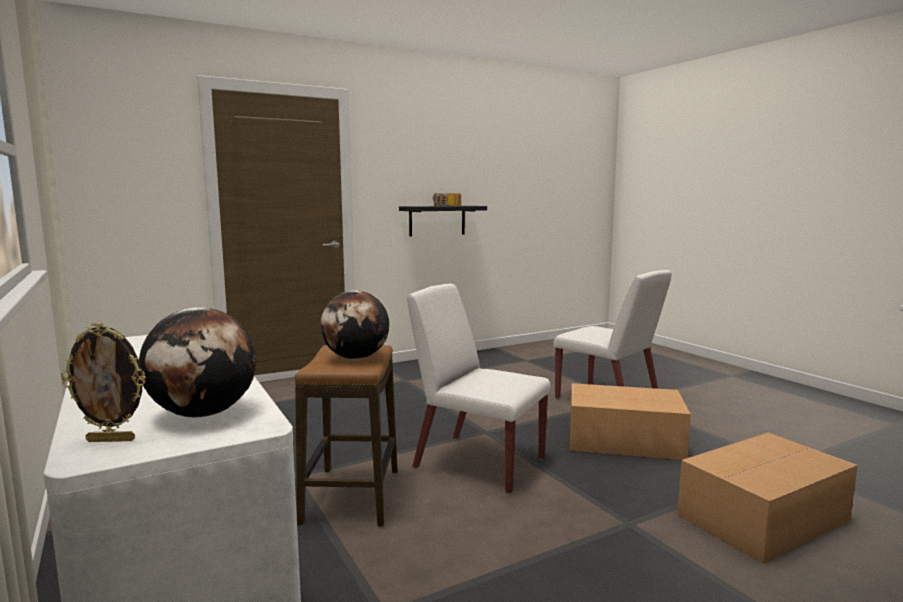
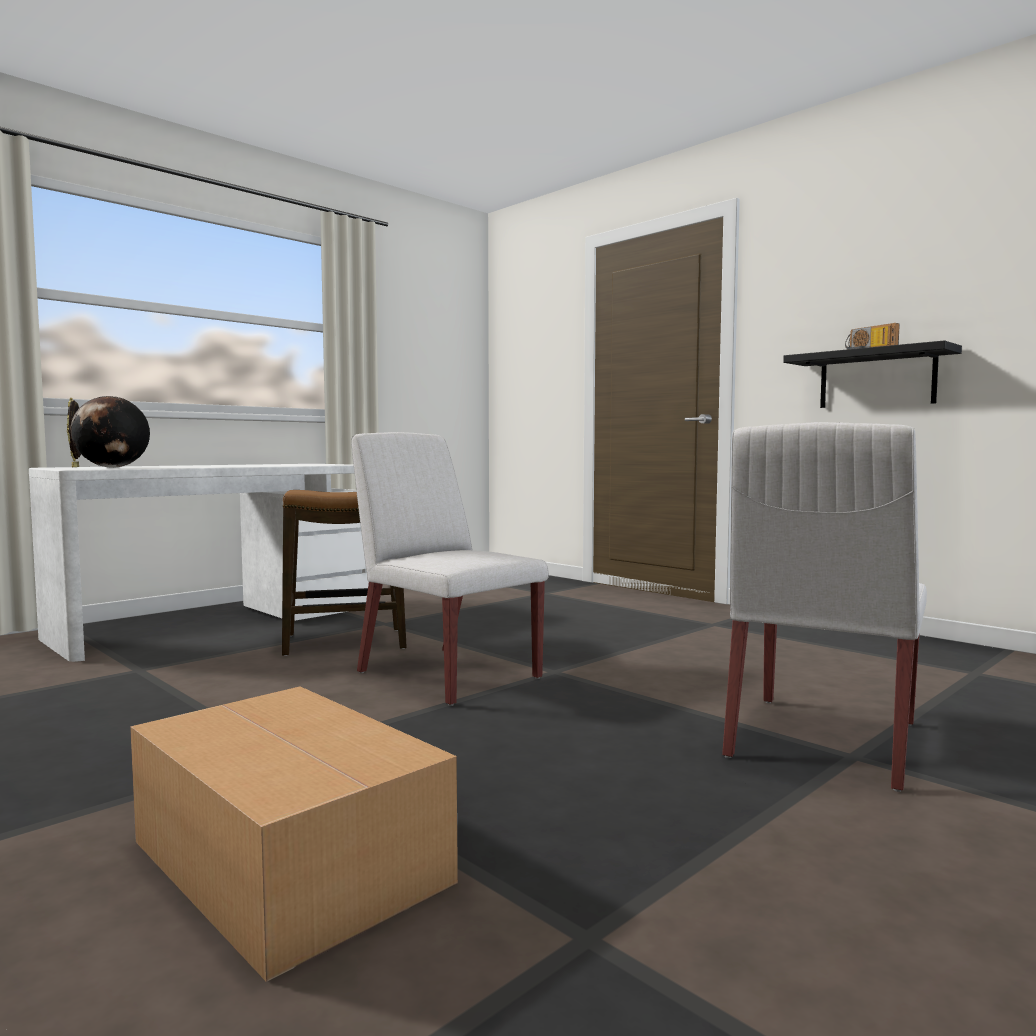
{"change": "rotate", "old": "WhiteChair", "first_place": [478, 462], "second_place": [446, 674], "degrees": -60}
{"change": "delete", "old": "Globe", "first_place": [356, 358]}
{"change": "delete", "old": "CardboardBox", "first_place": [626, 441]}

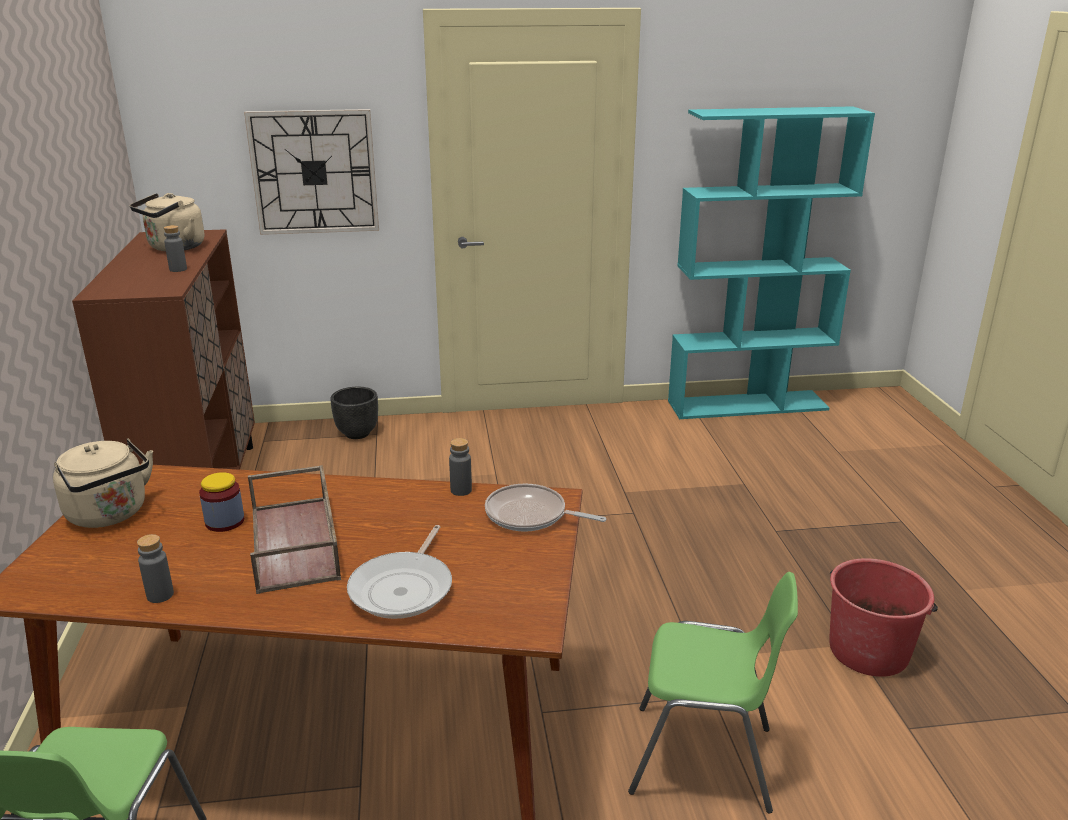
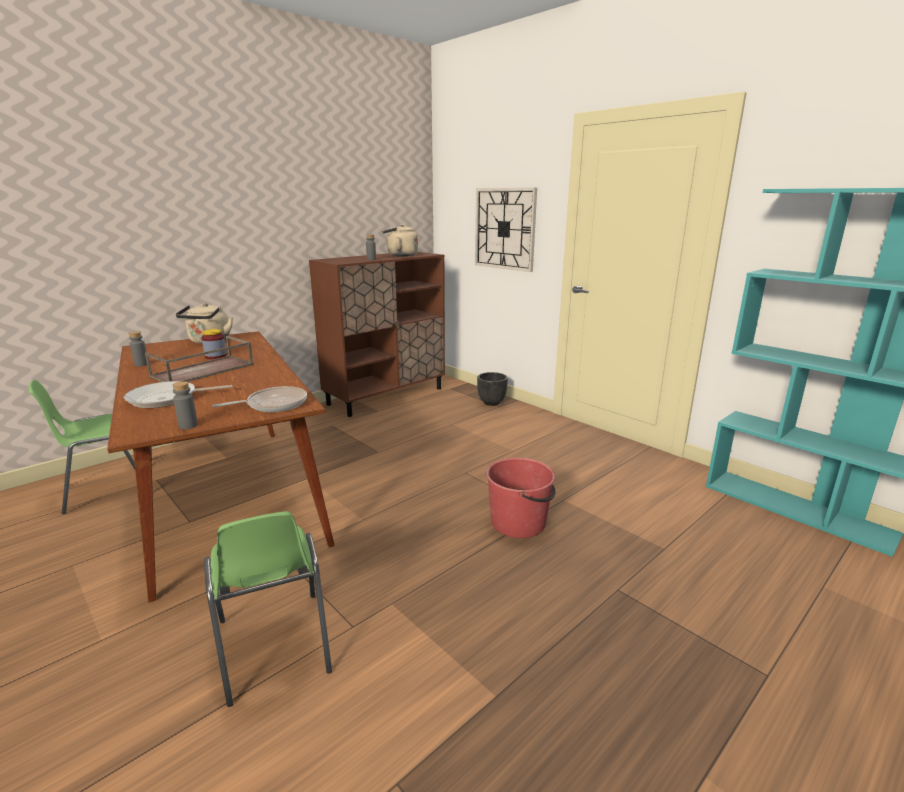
{"change": "move", "old": "GreyBottle", "first_place": [461, 490], "second_place": [188, 426]}
{"change": "rotate", "old": "FryingPan", "first_place": [530, 515], "second_place": [273, 404], "degrees": 75}
{"change": "move", "old": "RedBucket", "first_place": [868, 650], "second_place": [519, 522]}

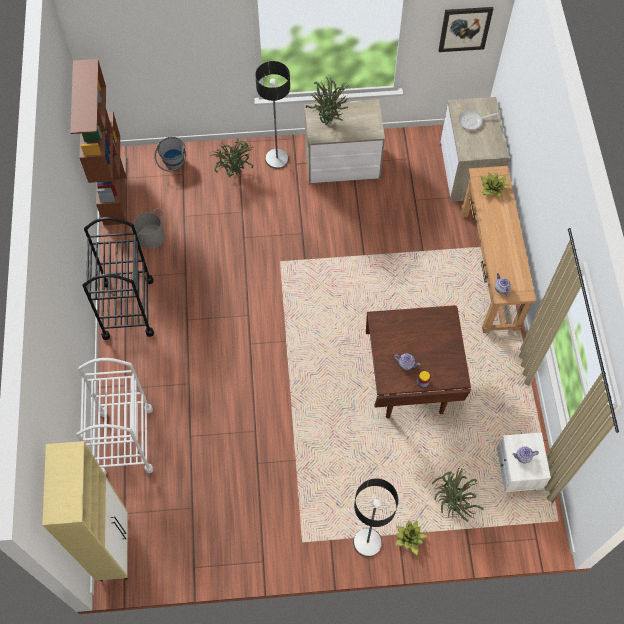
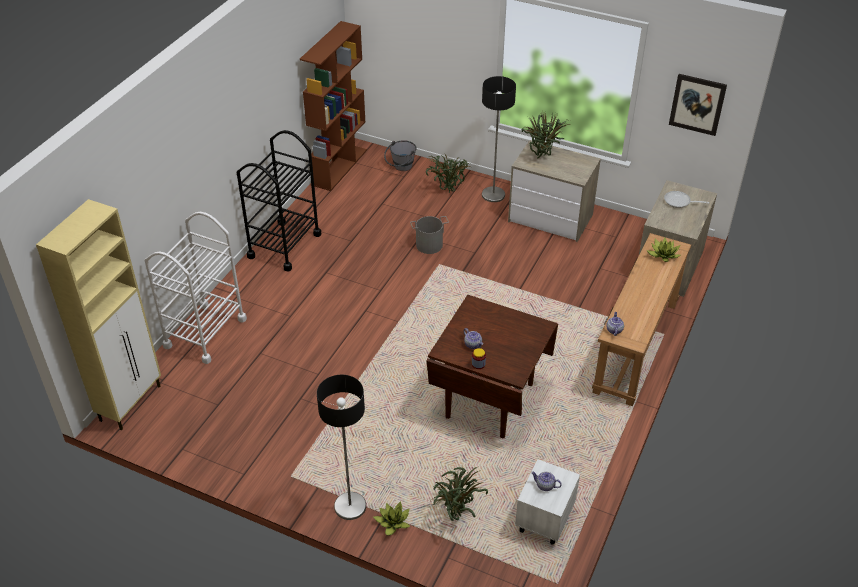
{"change": "move", "old": "GreyBucket", "first_place": [151, 237], "second_place": [429, 245]}

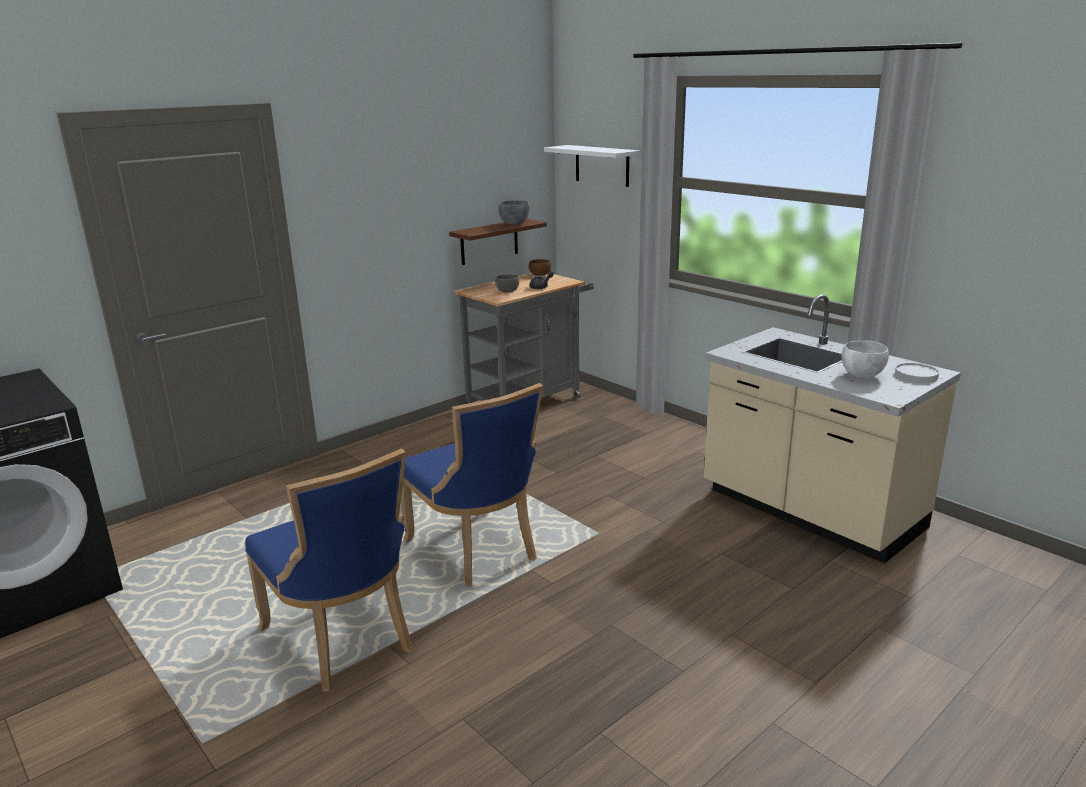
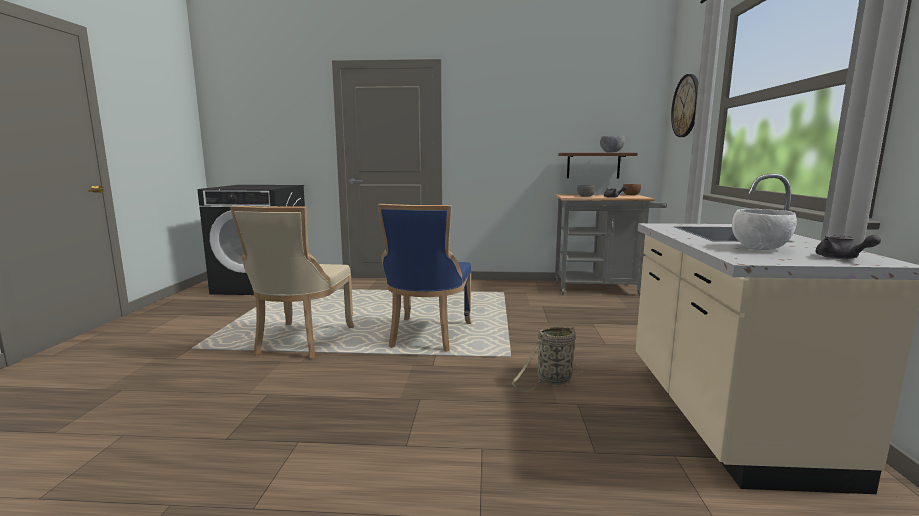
{"change": "recolor", "old": "BlueChair", "new": "BeigeChair", "first_place": [343, 640], "second_place": [301, 341]}
{"change": "insert", "new": "Basket", "second_place": [552, 381]}
{"change": "replace", "old": "WhiteShelf", "new": "WallClock", "first_place": [602, 165], "second_place": [686, 106]}
{"change": "replace", "old": "WhitePlate", "new": "GreyTeapot", "first_place": [916, 375], "second_place": [841, 258]}

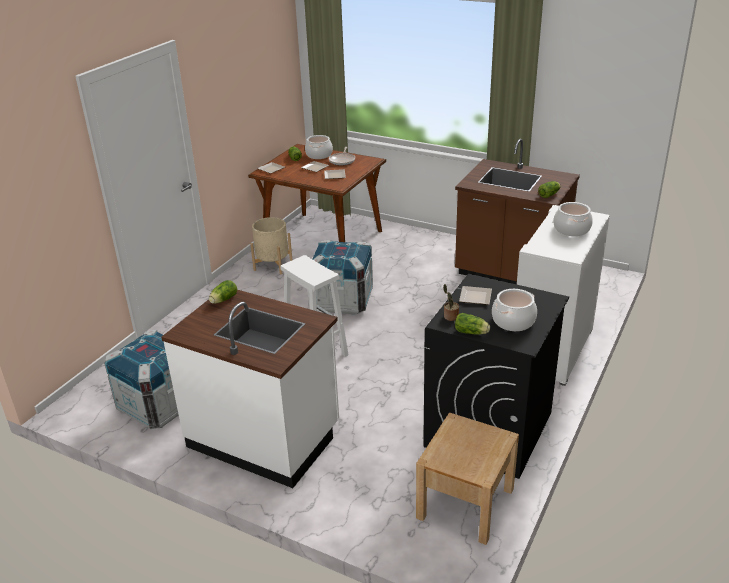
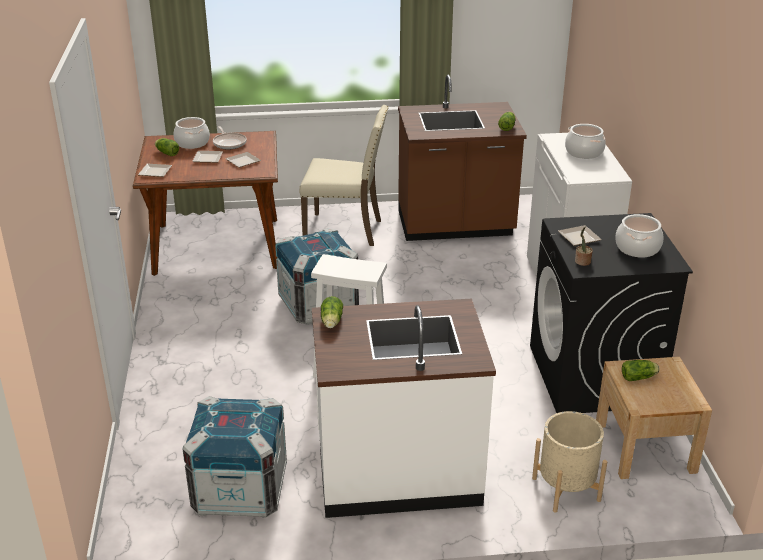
{"change": "insert", "new": "BeigeChair", "second_place": [345, 230]}
{"change": "move", "old": "BeigePlanter", "first_place": [273, 265], "second_place": [566, 489]}
{"change": "move", "old": "Lettuce", "first_place": [472, 332], "second_place": [639, 377]}

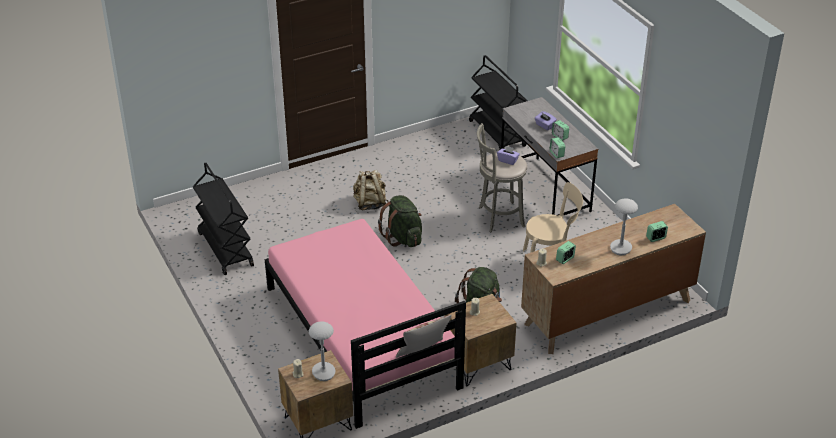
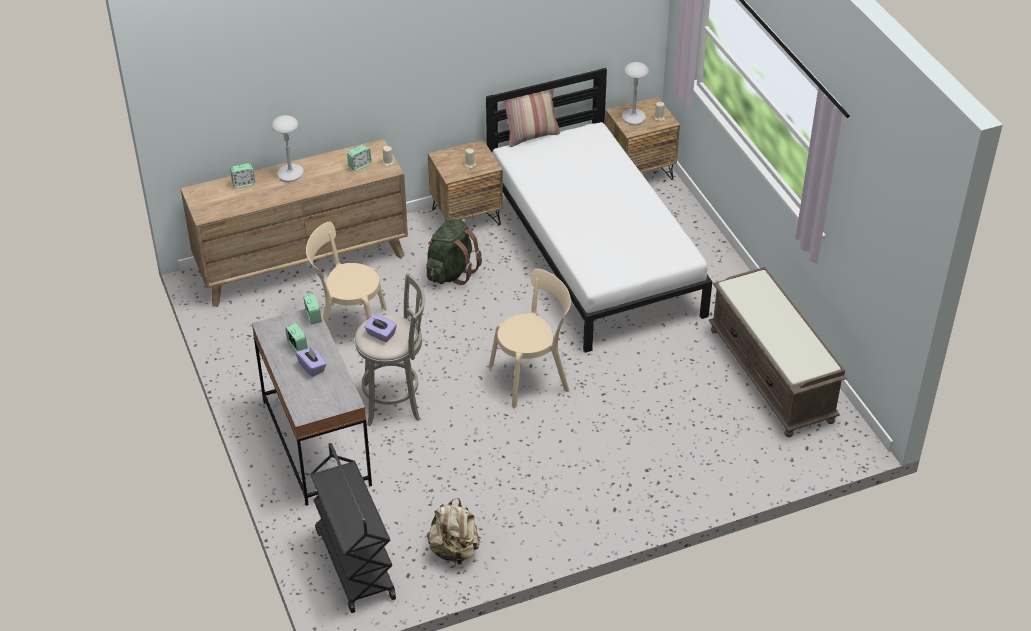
{"change": "move", "old": "BeigeBackpack", "first_place": [370, 204], "second_place": [454, 550]}
{"change": "recolor", "old": "PinkBed", "new": "WhiteBed", "first_place": [360, 336], "second_place": [593, 253]}
{"change": "replace", "old": "GreenBackpack", "new": "BeigeChair", "first_place": [403, 238], "second_place": [532, 377]}
{"change": "replace", "old": "BlackCart", "new": "BrownBench", "first_place": [225, 249], "second_place": [772, 375]}

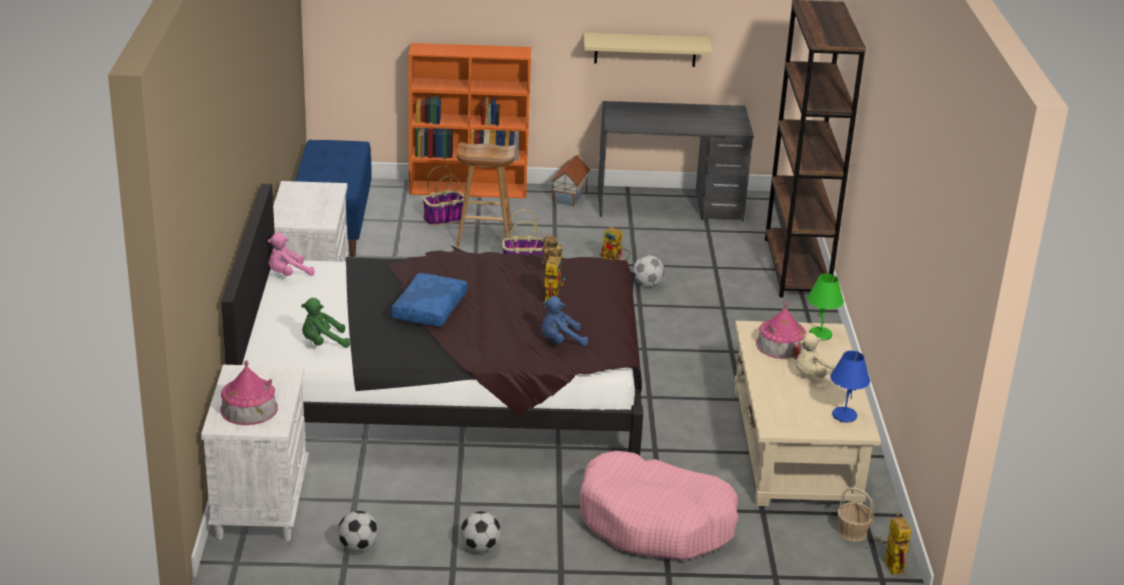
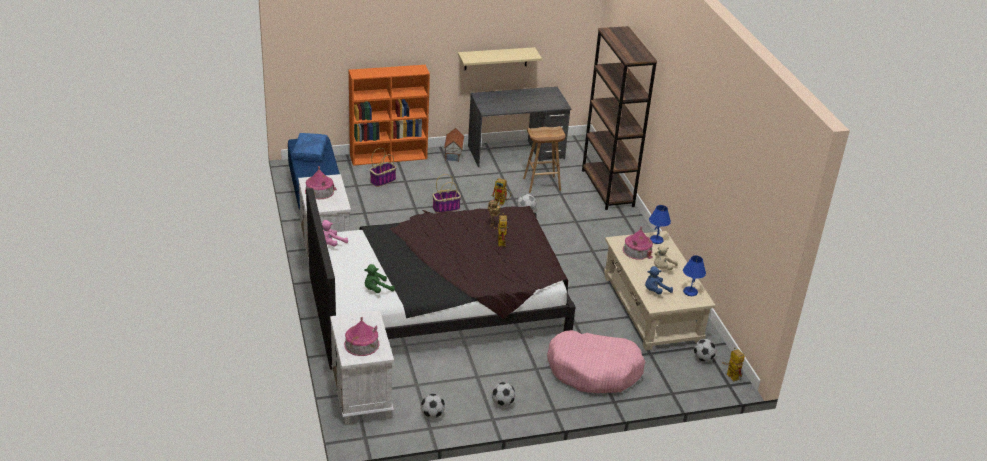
{"change": "move", "old": "BluePillow", "first_place": [428, 308], "second_place": [309, 151]}
{"change": "insert", "new": "ToyHouse", "second_place": [319, 191]}
{"change": "move", "old": "BrownStool", "first_place": [483, 238], "second_place": [541, 184]}
{"change": "move", "old": "BluePlushToy", "first_place": [560, 341], "second_place": [655, 291]}
{"change": "recolor", "old": "GreenTableLamp", "new": "BlueTableLamp", "first_place": [820, 335], "second_place": [656, 240]}
{"change": "replace", "old": "Basket", "new": "Football", "first_place": [852, 532], "second_place": [703, 358]}

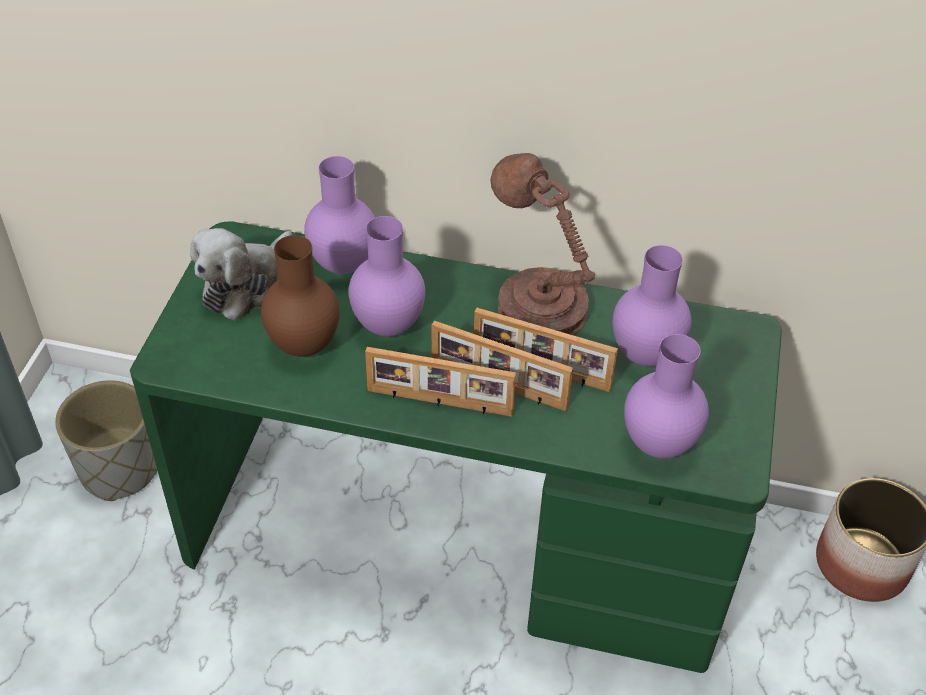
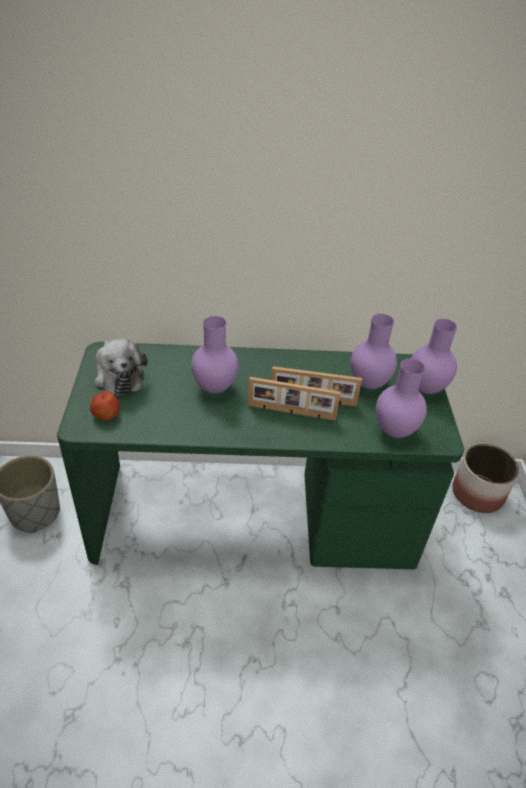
{"change": "insert", "new": "Apple", "second_place": [106, 414]}
{"change": "rotate", "old": "PlushToy", "first_place": [245, 285], "second_place": [118, 376], "degrees": -45}
{"change": "move", "old": "PurpleVase", "first_place": [344, 266], "second_place": [427, 389]}
{"change": "delete", "old": "BrownVase", "first_place": [302, 345]}
{"change": "delete", "old": "PictureFrame", "first_place": [439, 403]}
{"change": "delete", "old": "BrownTableLamp", "first_place": [536, 305]}

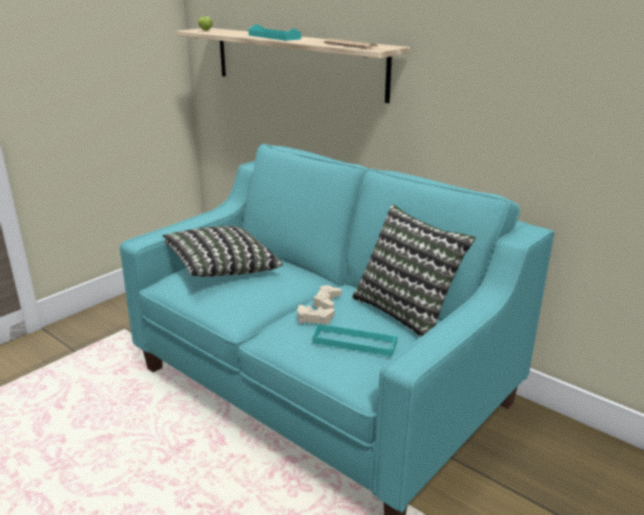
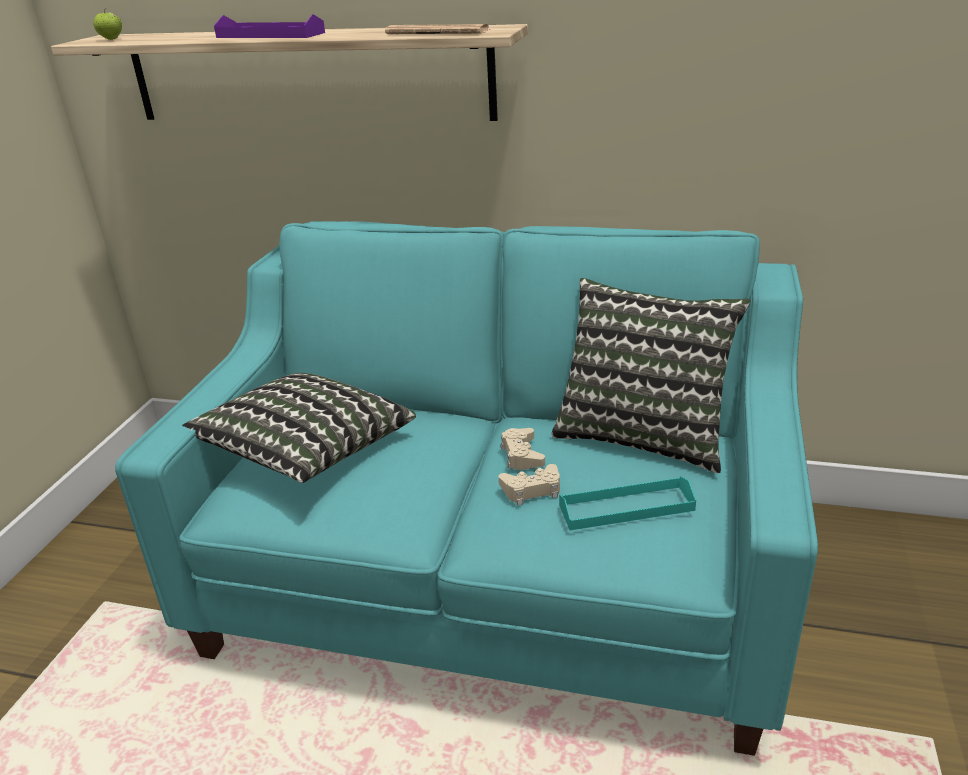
{"change": "recolor", "old": "TurquoiseTray", "new": "PurpleTray", "first_place": [274, 37], "second_place": [270, 35]}

